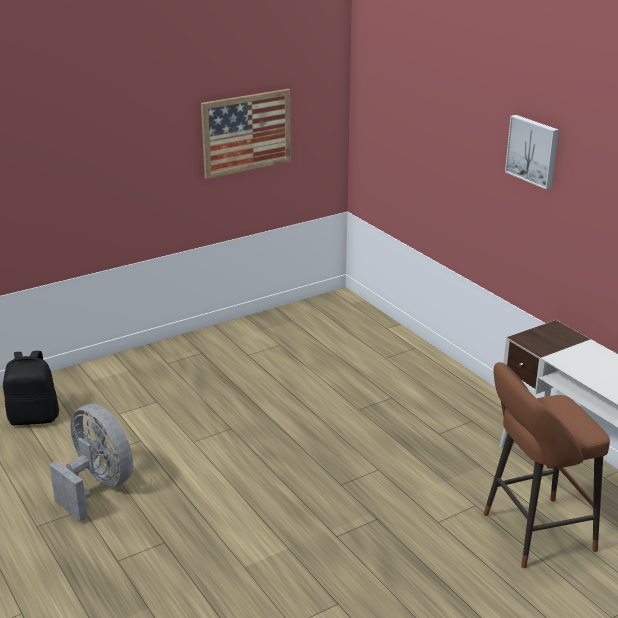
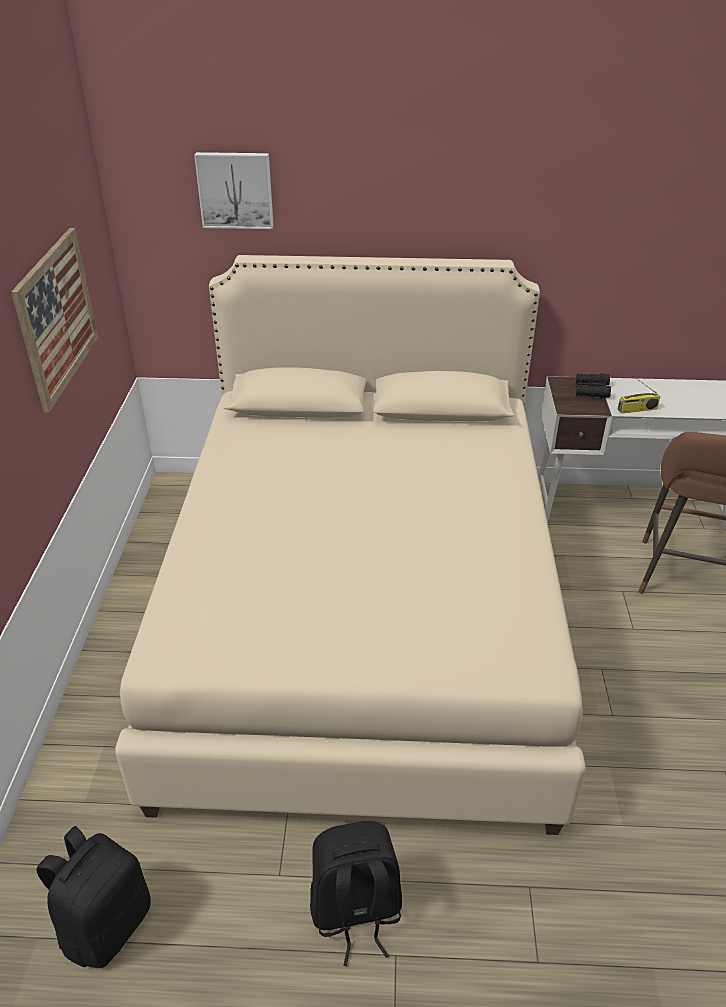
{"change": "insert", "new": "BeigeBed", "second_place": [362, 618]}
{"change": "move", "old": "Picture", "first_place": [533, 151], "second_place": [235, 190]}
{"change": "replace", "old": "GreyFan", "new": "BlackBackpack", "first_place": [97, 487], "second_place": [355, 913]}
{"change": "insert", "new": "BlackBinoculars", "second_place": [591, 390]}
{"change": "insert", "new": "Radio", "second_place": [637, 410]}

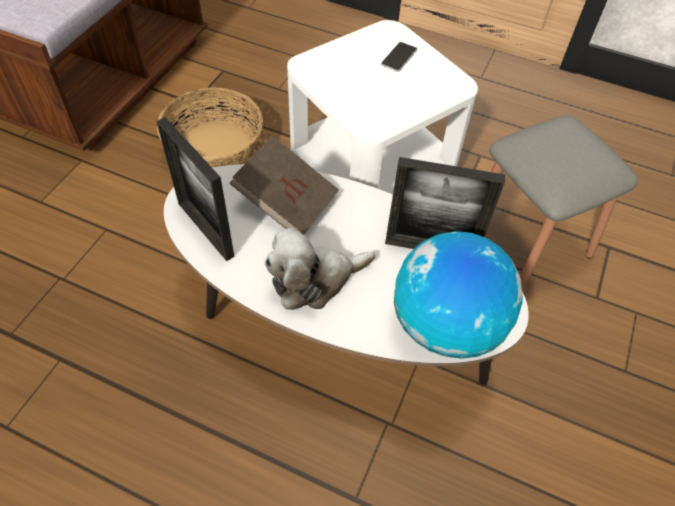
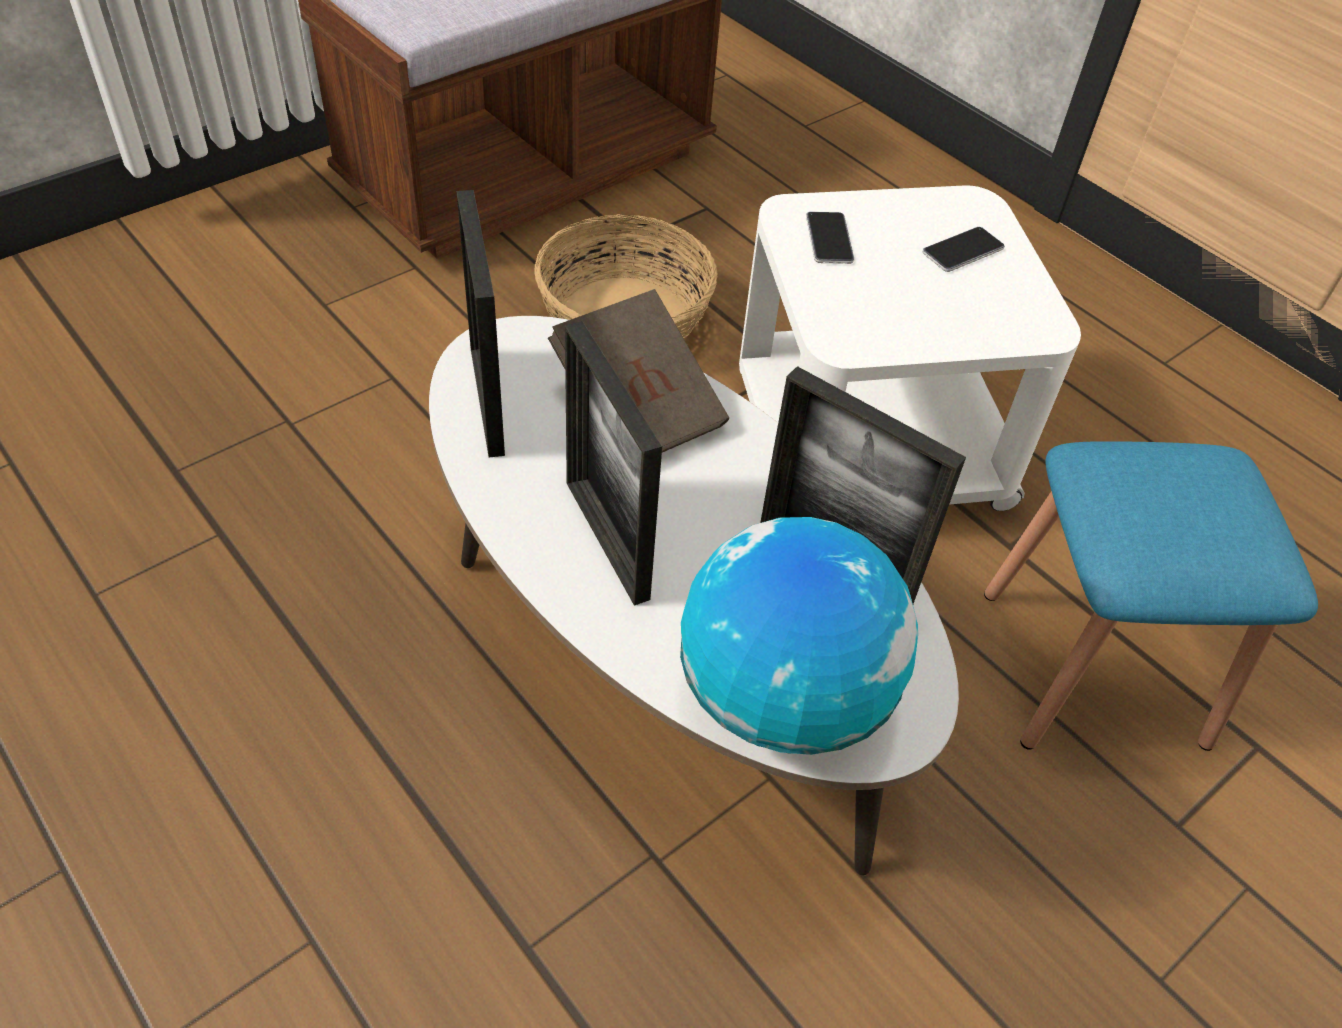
{"change": "replace", "old": "PlushToy", "new": "PictureFrame", "first_place": [315, 280], "second_place": [606, 539]}
{"change": "insert", "new": "Phone", "second_place": [829, 239]}
{"change": "recolor", "old": "GreyStool", "new": "BlueStool", "first_place": [527, 239], "second_place": [1093, 666]}

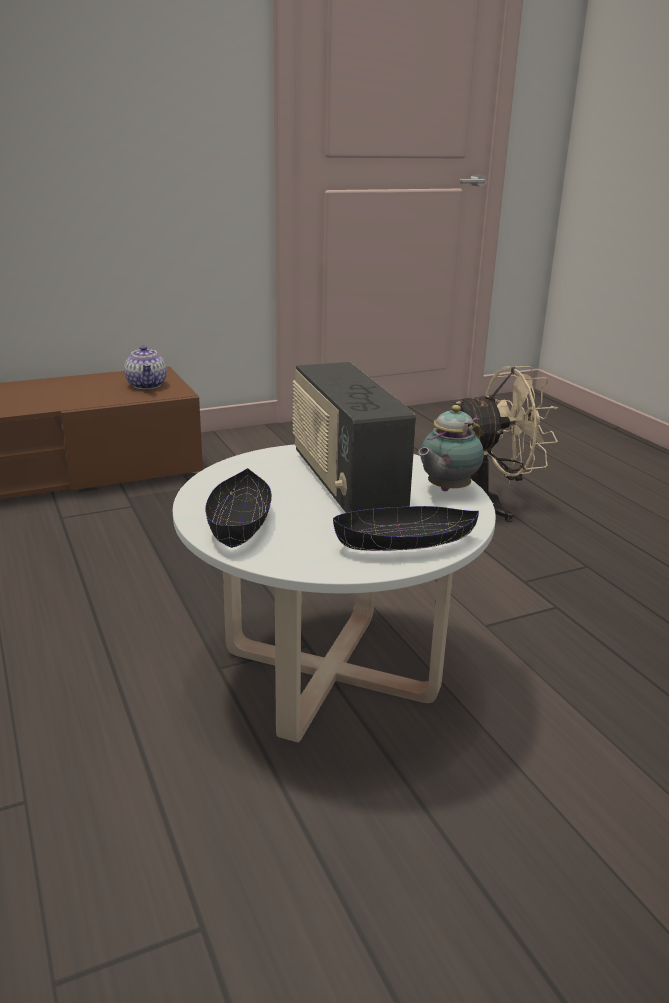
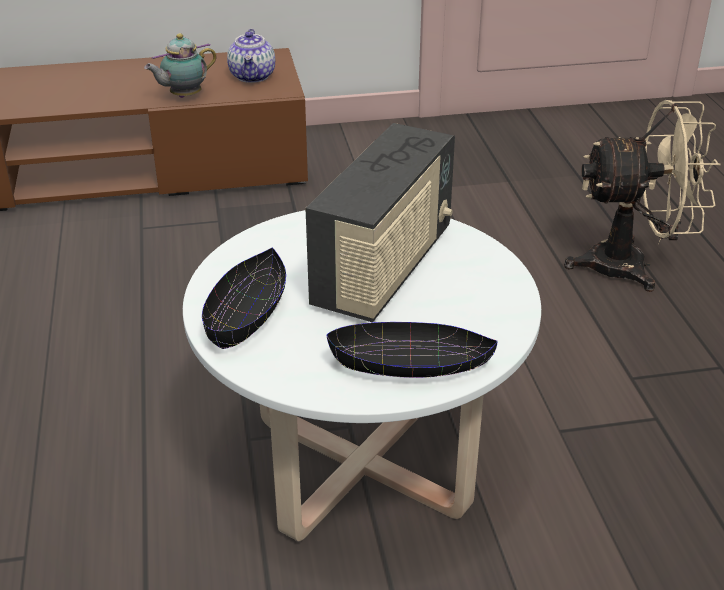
{"change": "move", "old": "Teapot", "first_place": [446, 489], "second_place": [183, 96]}
{"change": "rotate", "old": "Radio", "first_place": [345, 482], "second_place": [385, 268], "degrees": -150}

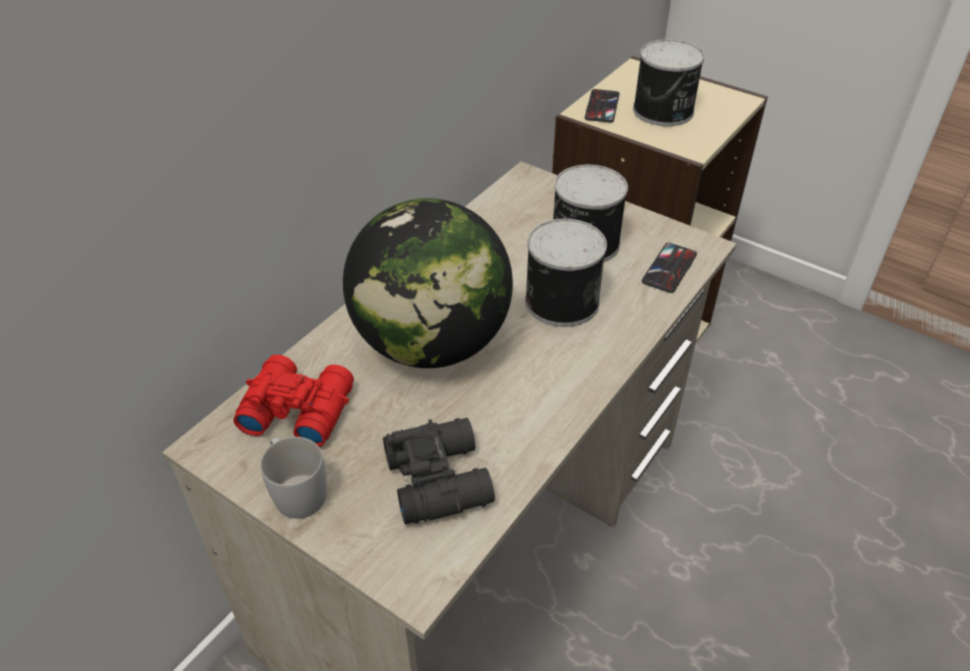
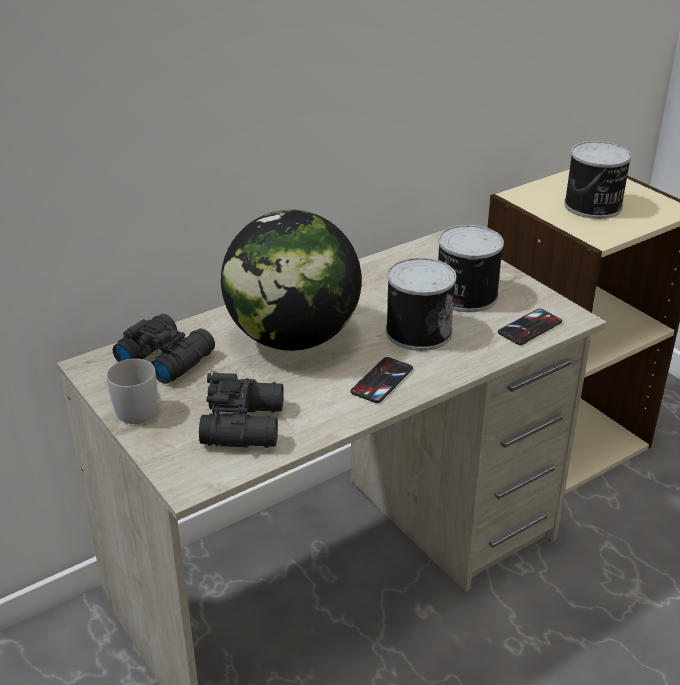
{"change": "recolor", "old": "RedBinoculars", "new": "BlackBinoculars", "first_place": [296, 408], "second_place": [165, 357]}
{"change": "move", "old": "Phone", "first_place": [602, 106], "second_place": [382, 380]}

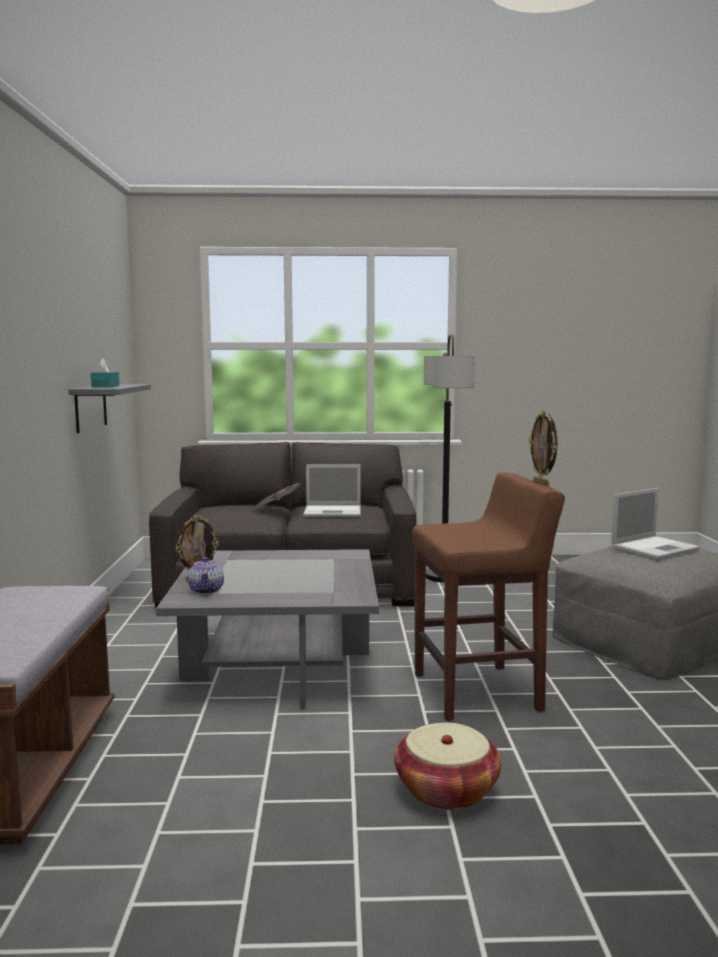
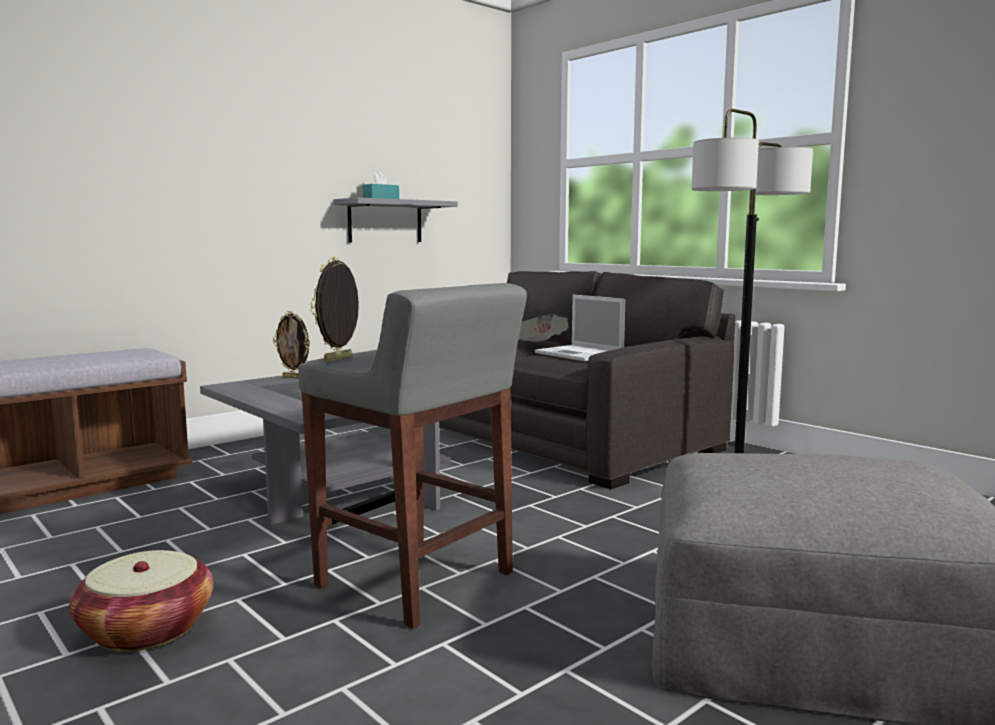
{"change": "recolor", "old": "BrownStool", "new": "GreyStool", "first_place": [478, 692], "second_place": [417, 581]}
{"change": "move", "old": "PictureFrame", "first_place": [542, 483], "second_place": [339, 359]}
{"change": "delete", "old": "Teapot", "first_place": [206, 590]}
{"change": "delete", "old": "Laptop", "first_place": [655, 548]}

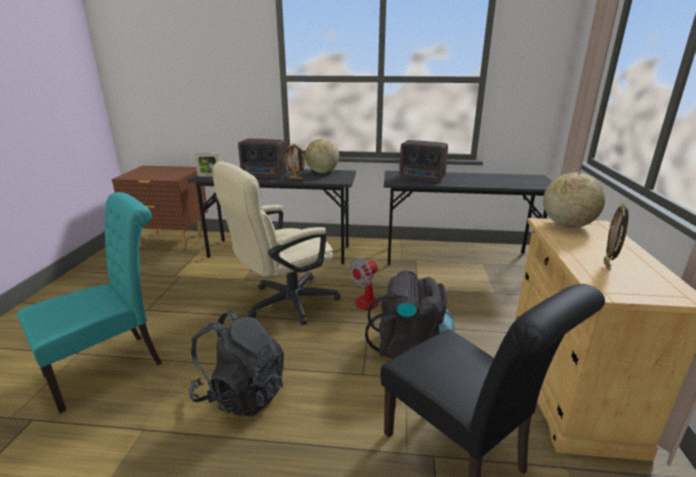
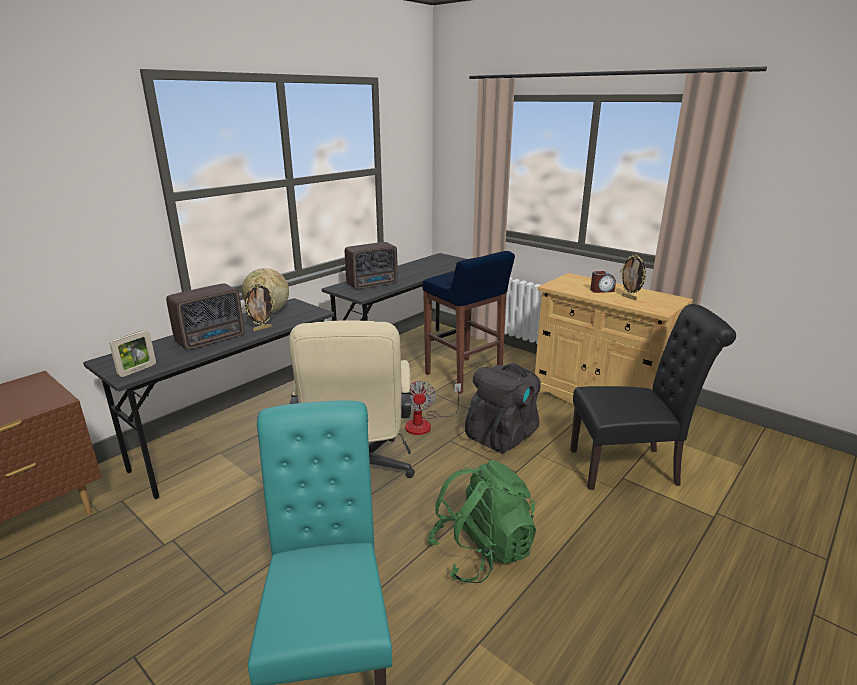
{"change": "insert", "new": "BlueStool", "second_place": [464, 376]}
{"change": "recolor", "old": "BlackBackpack", "new": "GreenBackpack", "first_place": [241, 394], "second_place": [481, 552]}
{"change": "insert", "new": "AlarmClock", "second_place": [601, 290]}
{"change": "delete", "old": "Globe", "first_place": [567, 225]}

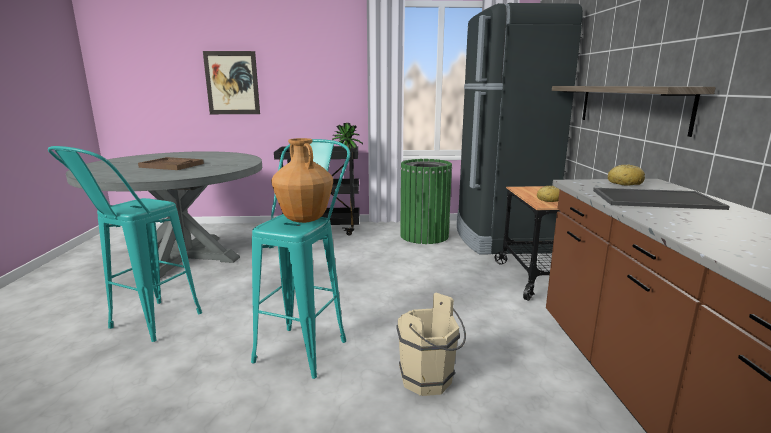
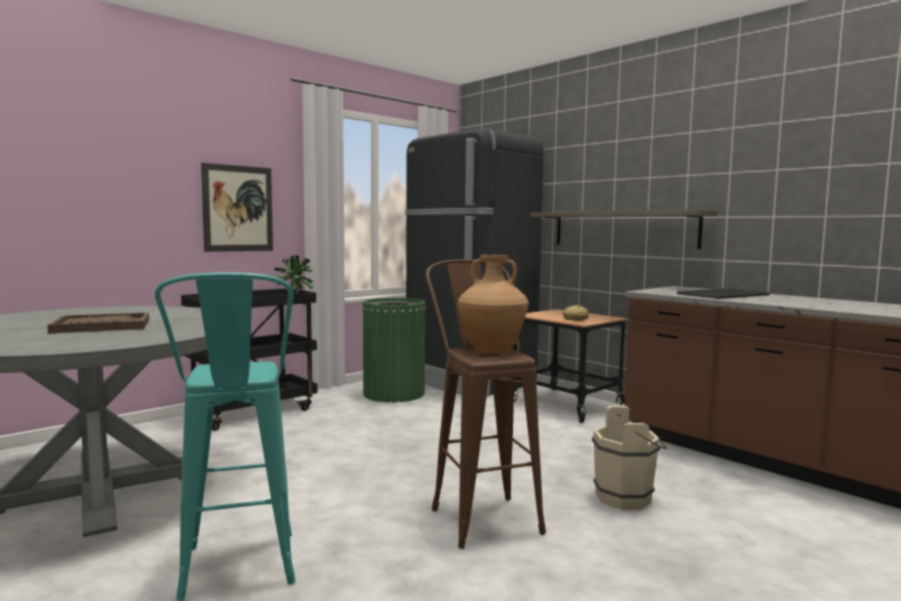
{"change": "move", "old": "Picture", "first_place": [232, 83], "second_place": [238, 208]}
{"change": "recolor", "old": "TurquoiseStool", "new": "BrownStool", "first_place": [308, 344], "second_place": [479, 513]}
{"change": "delete", "old": "Bread", "first_place": [625, 183]}

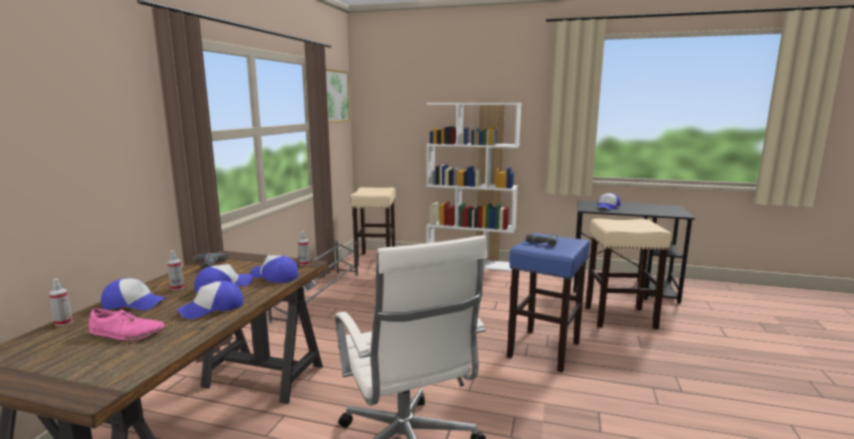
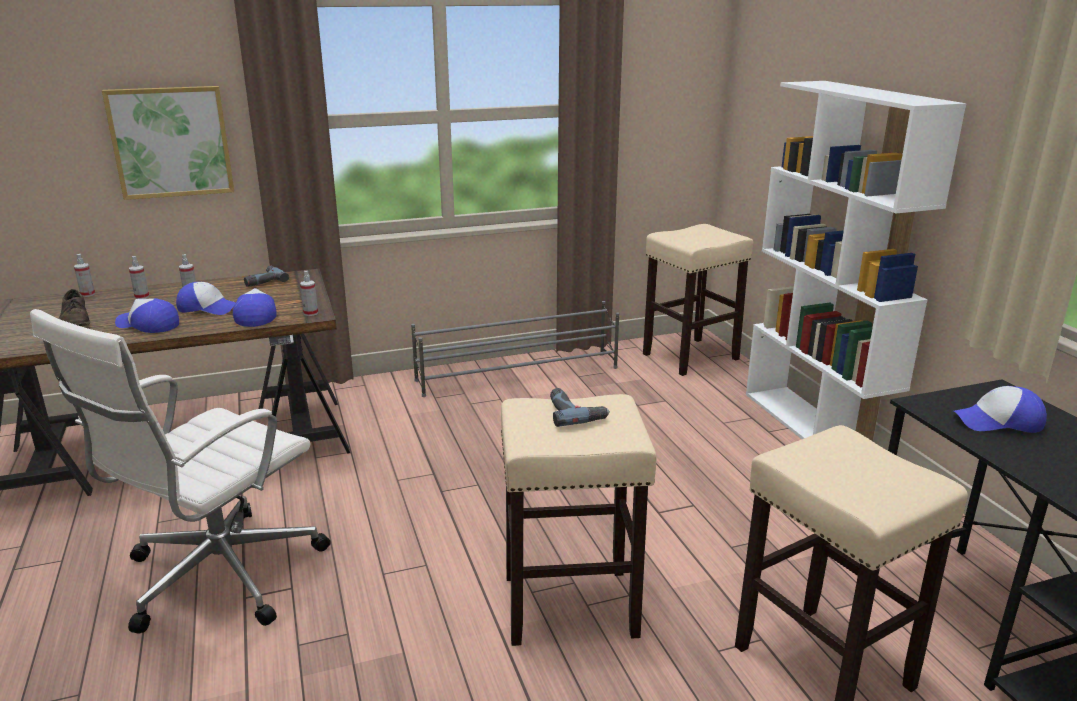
{"change": "recolor", "old": "PinkShoe", "new": "BrownShoe", "first_place": [127, 333], "second_place": [76, 320]}
{"change": "move", "old": "Picture", "first_place": [335, 96], "second_place": [171, 142]}
{"change": "replace", "old": "Cap", "new": "SprayBottle", "first_place": [134, 303], "second_place": [142, 297]}
{"change": "recolor", "old": "BlueStool", "new": "BeigeStool", "first_place": [544, 349], "second_place": [572, 605]}

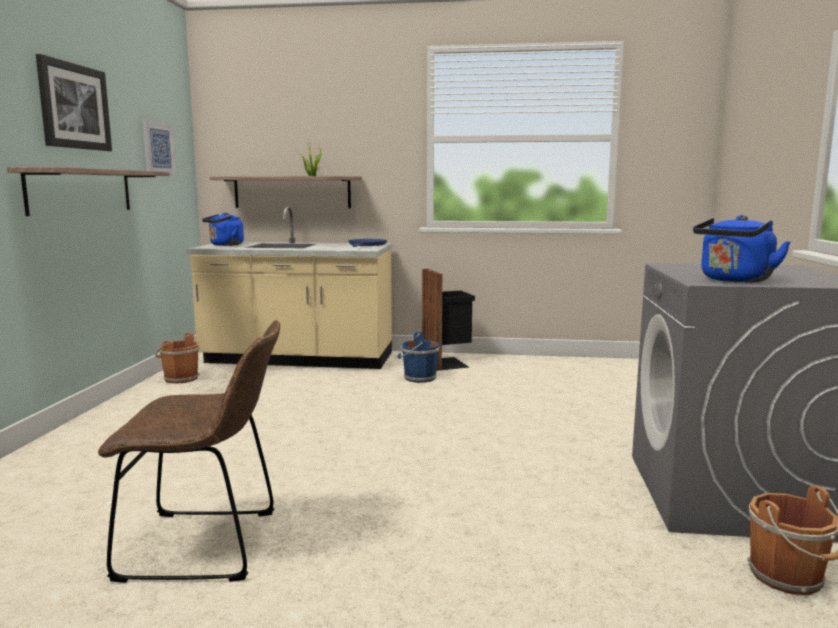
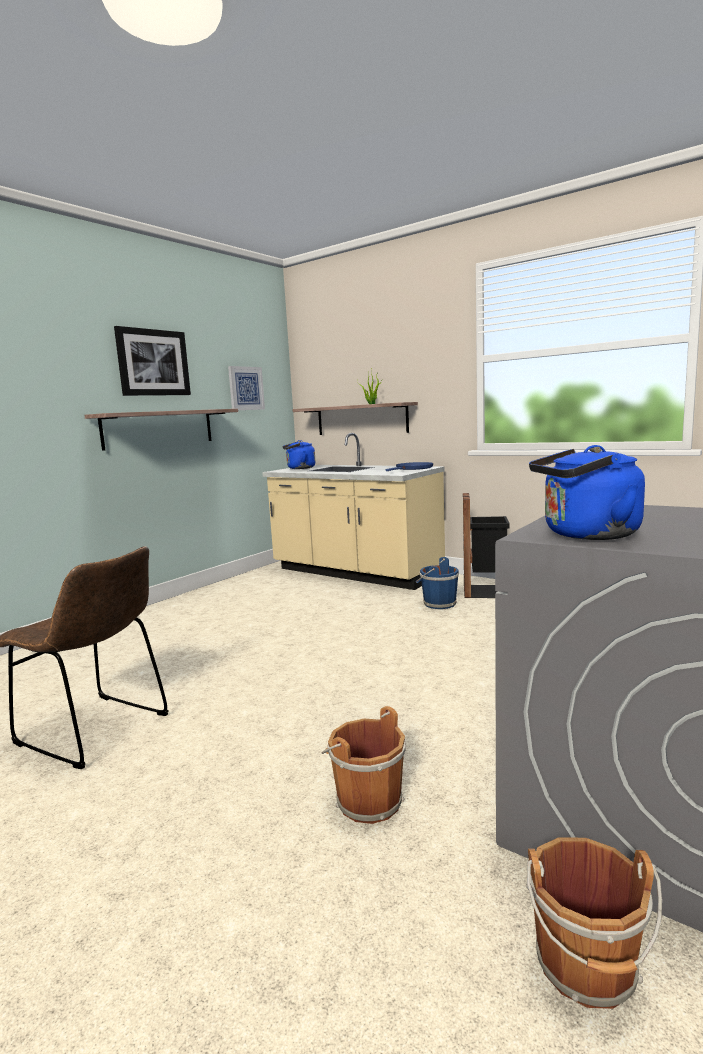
{"change": "move", "old": "BrownBucket", "first_place": [179, 378], "second_place": [366, 801]}

